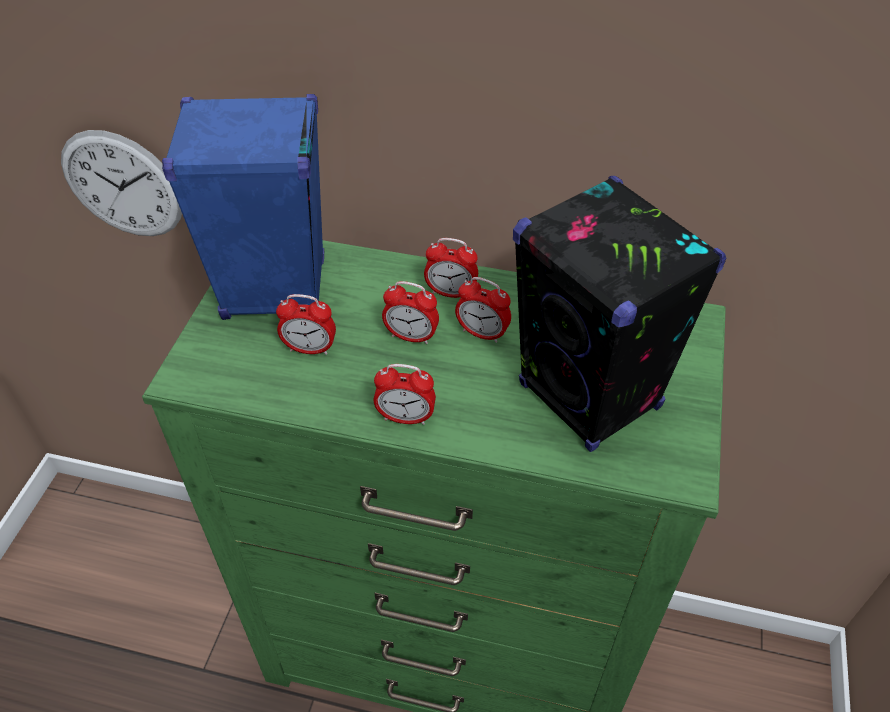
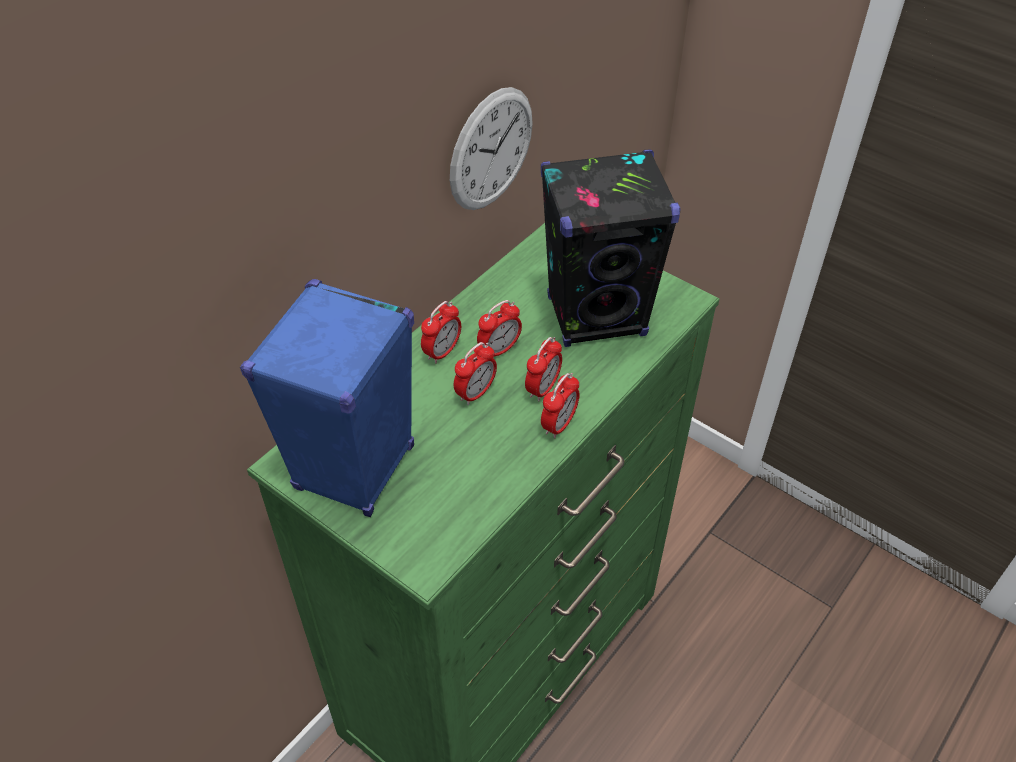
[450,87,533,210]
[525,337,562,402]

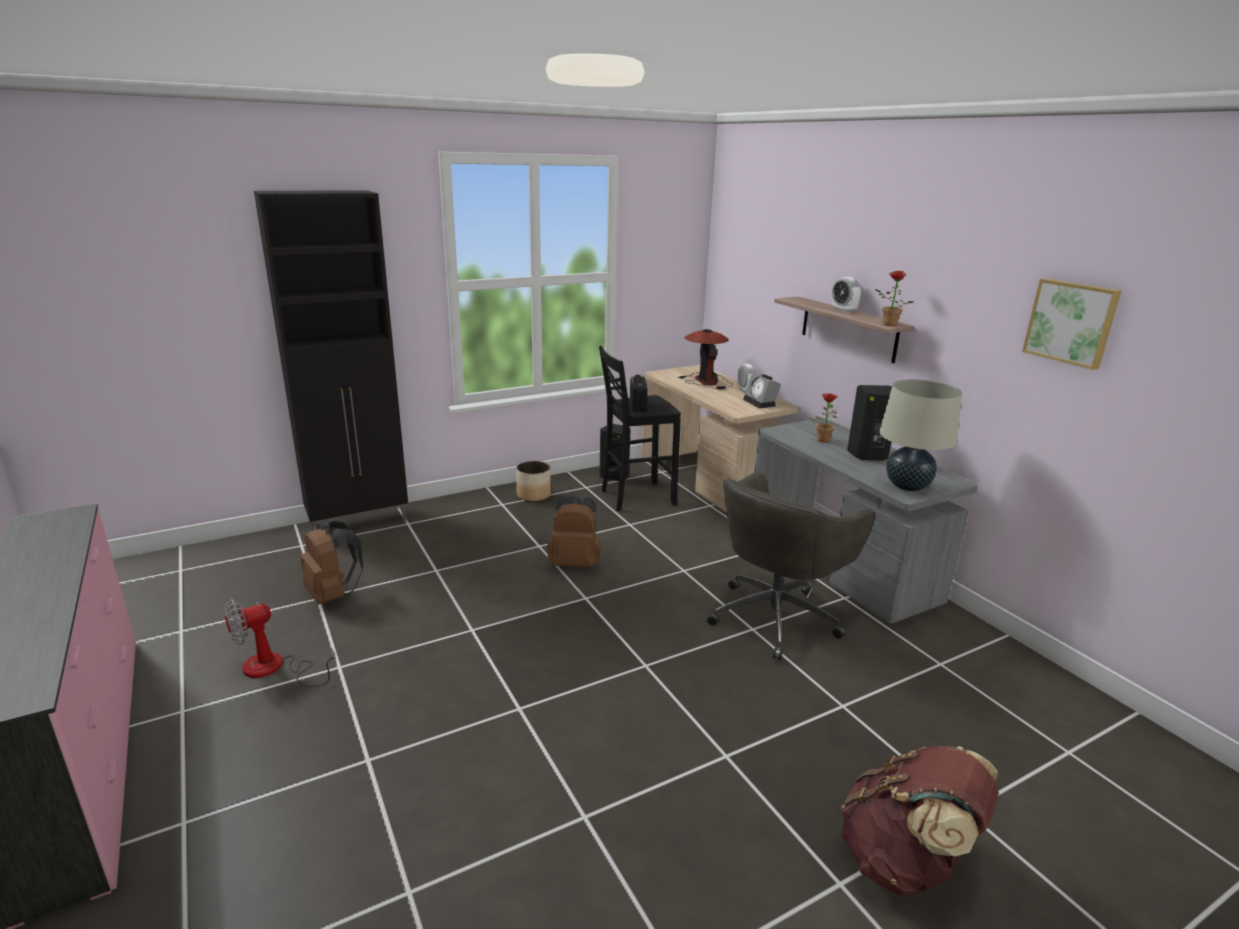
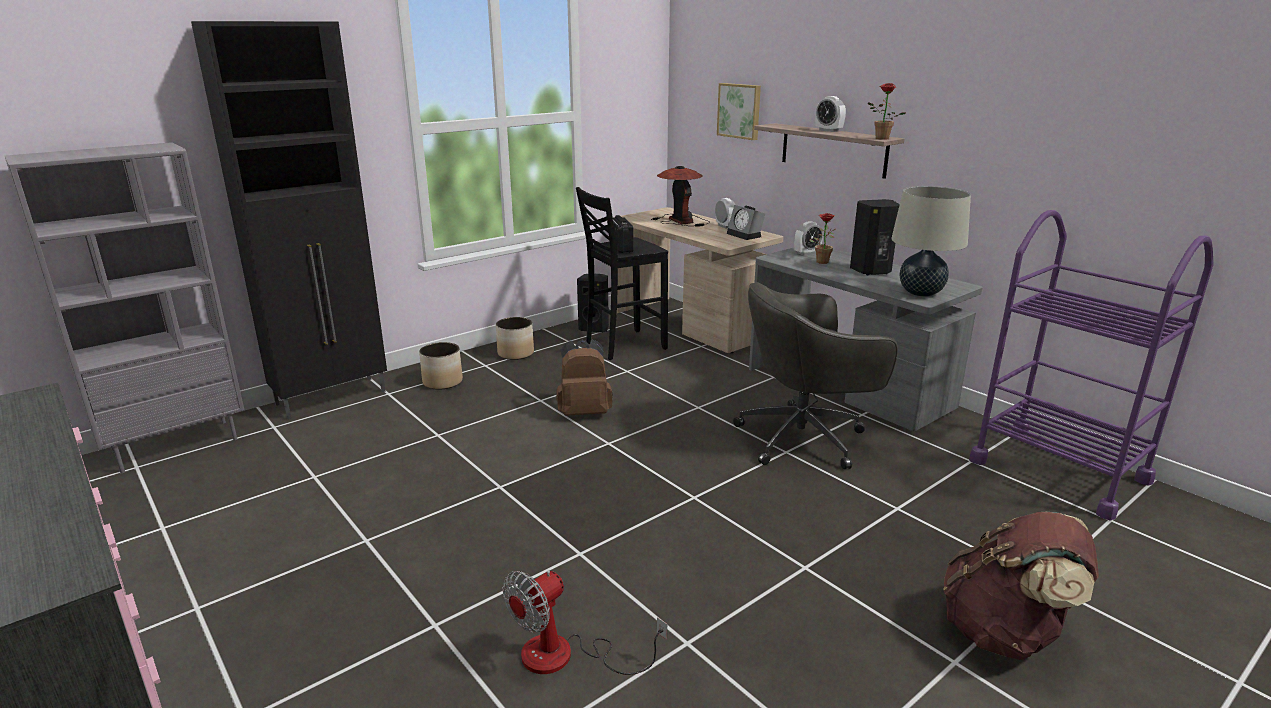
[502,570,667,675]
[300,520,363,604] (first image)
[733,282,898,469]
[717,83,761,140]
[5,142,244,473]
[419,342,463,390]
[794,221,823,256]
[969,210,1214,520]

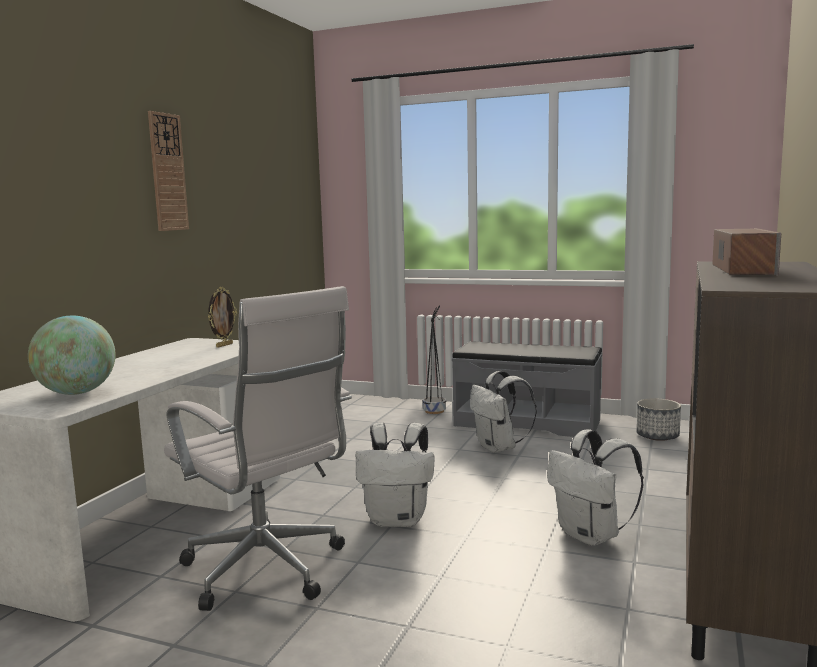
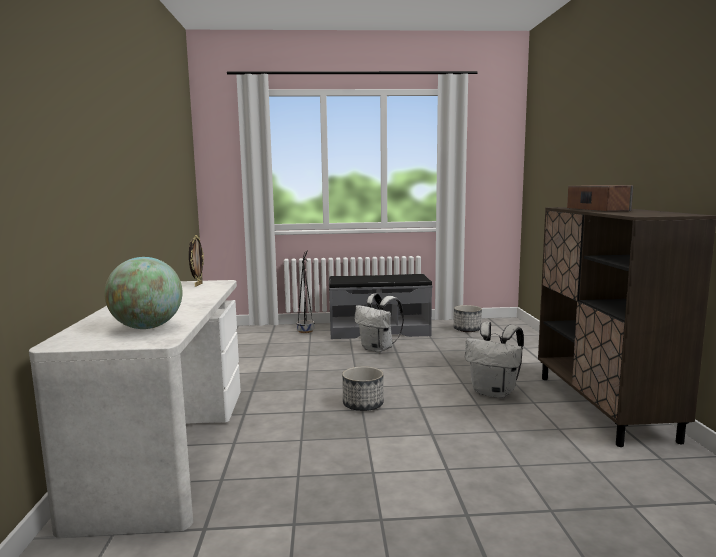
[148,111,189,231] (first image)
[164,286,352,611] (first image)
[342,366,384,411]

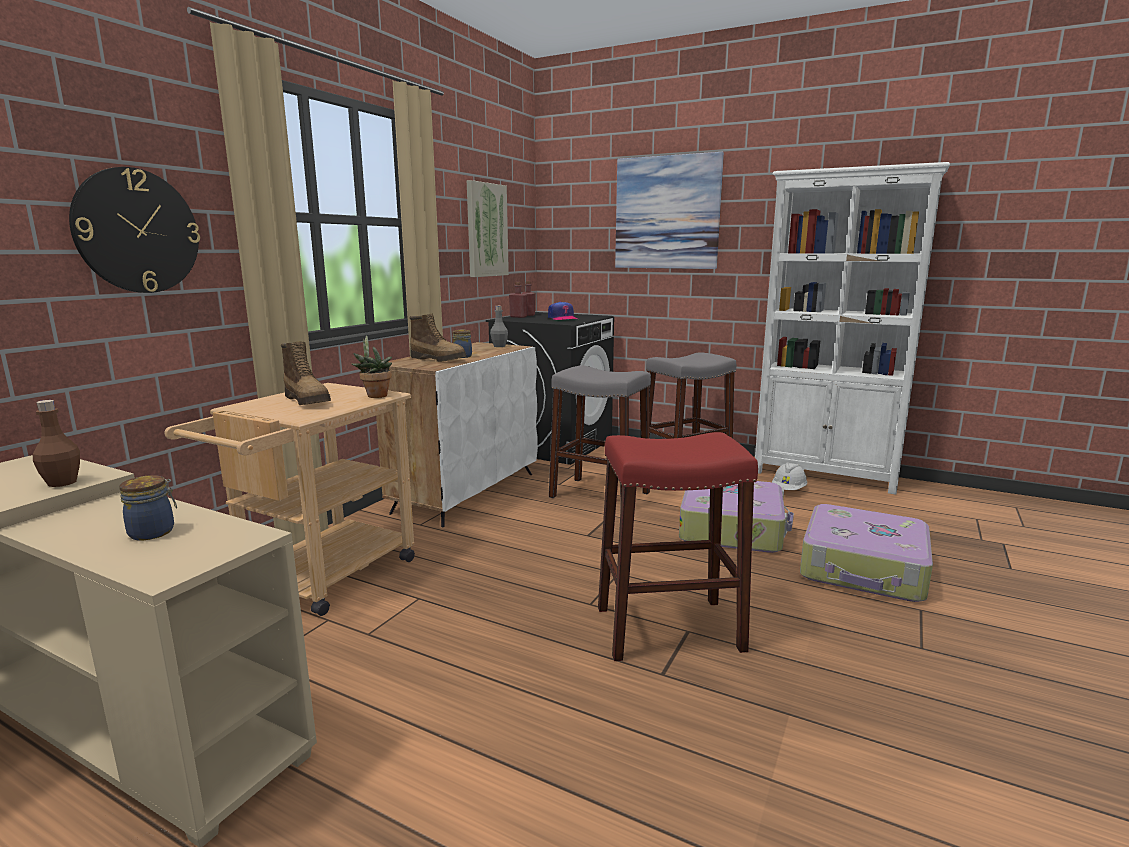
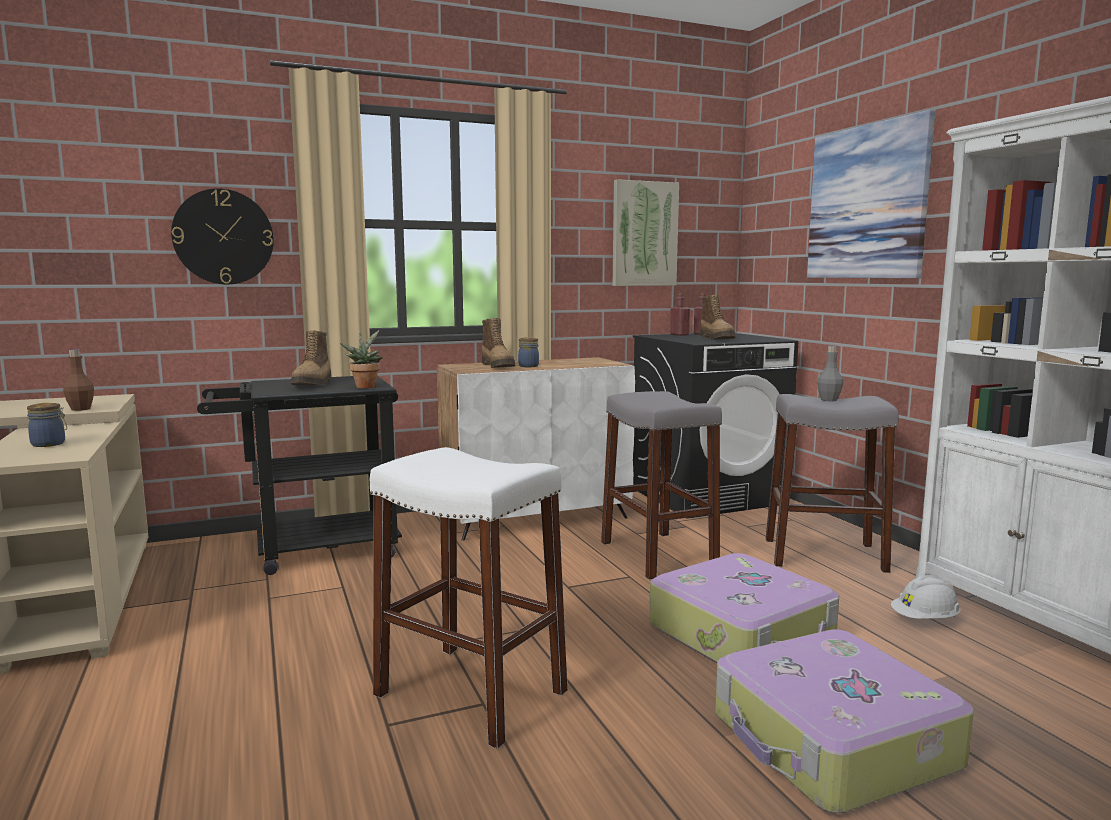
[197,376,402,575]
[817,346,843,401]
[700,295,735,340]
[370,447,568,749]

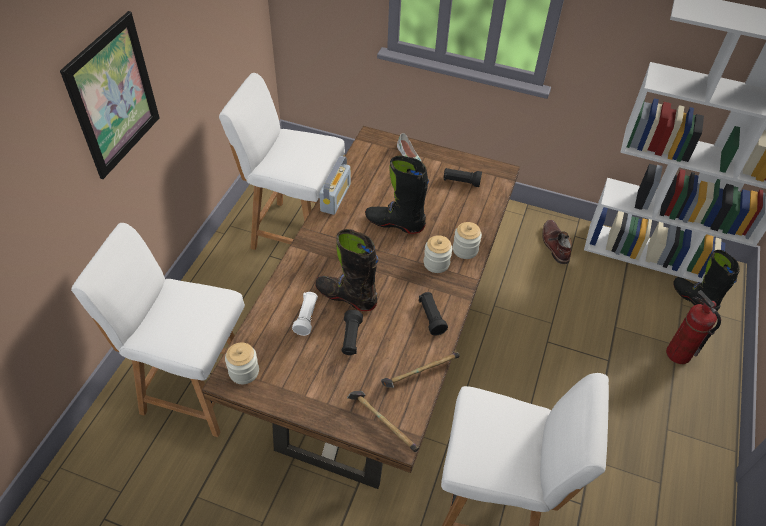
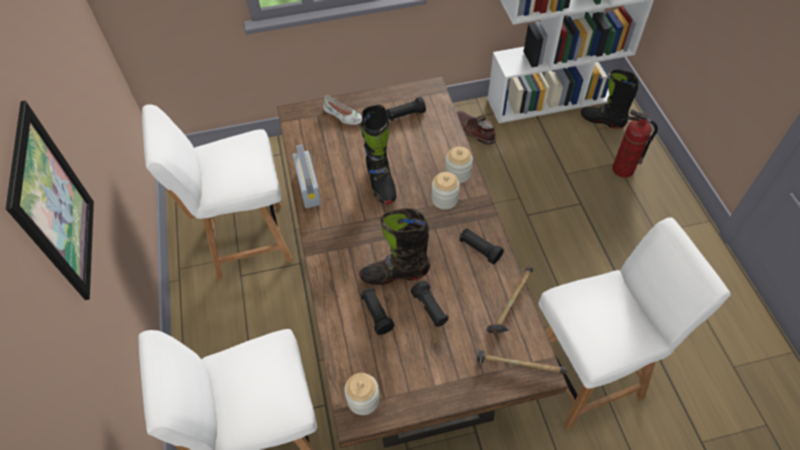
[360,288,394,335]
[361,105,396,204]

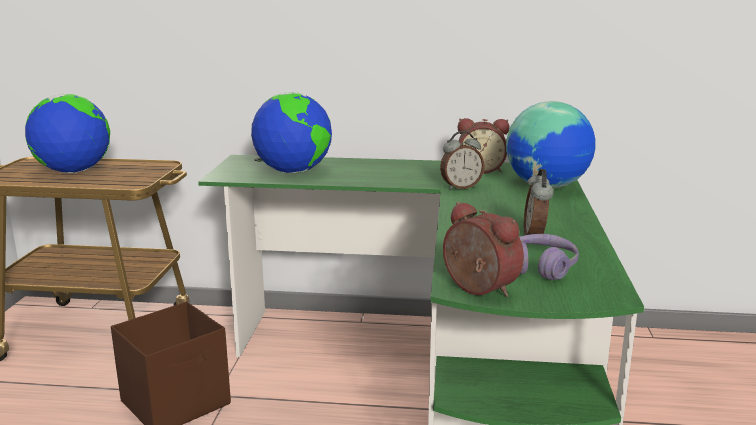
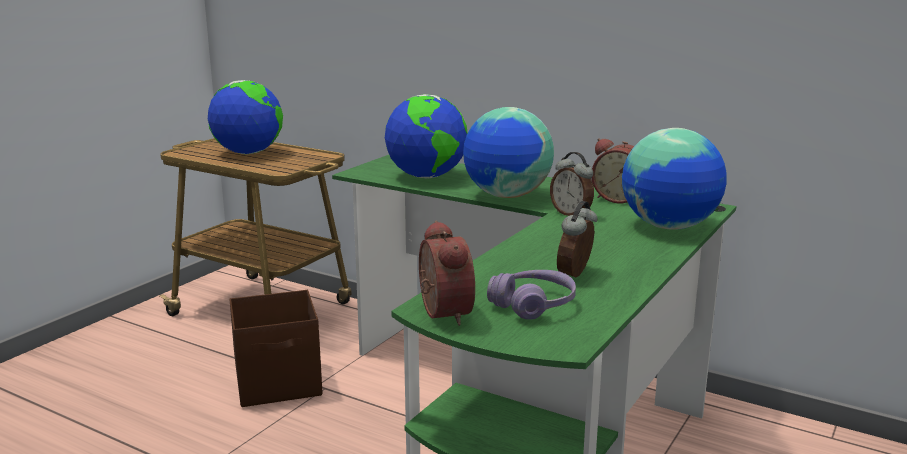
[550,152,594,216]
[463,107,554,198]

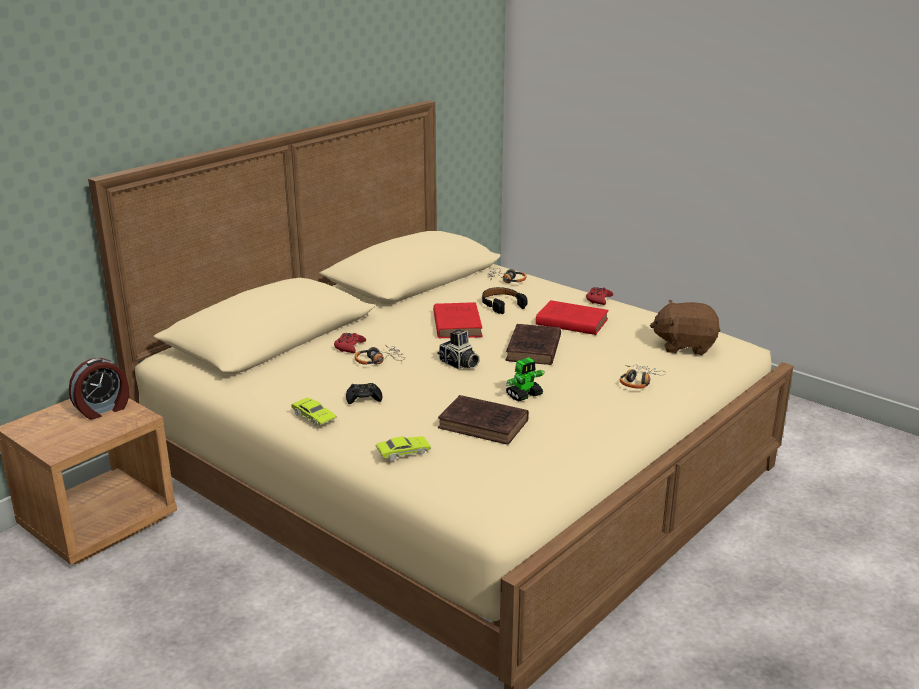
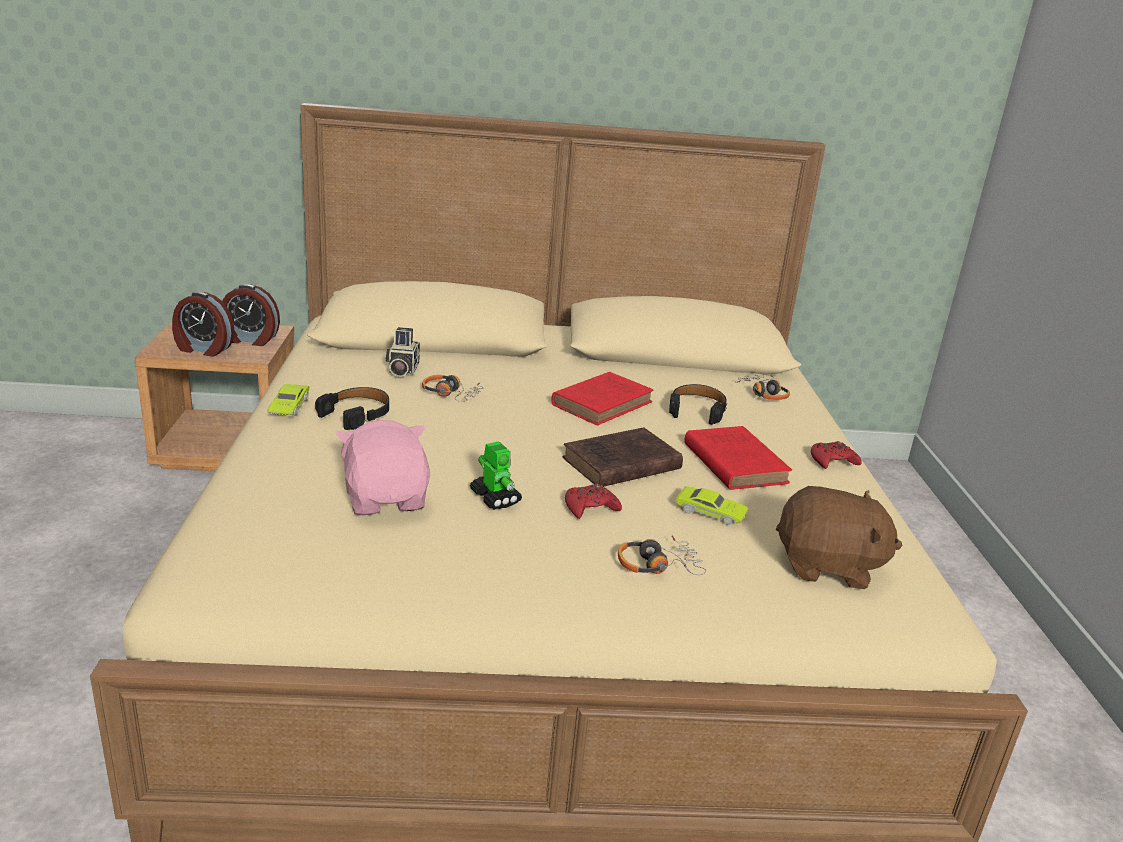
[565,484,622,519]
[315,387,389,430]
[675,486,749,525]
[386,327,420,377]
[336,420,430,515]
[470,441,522,510]
[776,486,902,589]
[172,292,235,357]

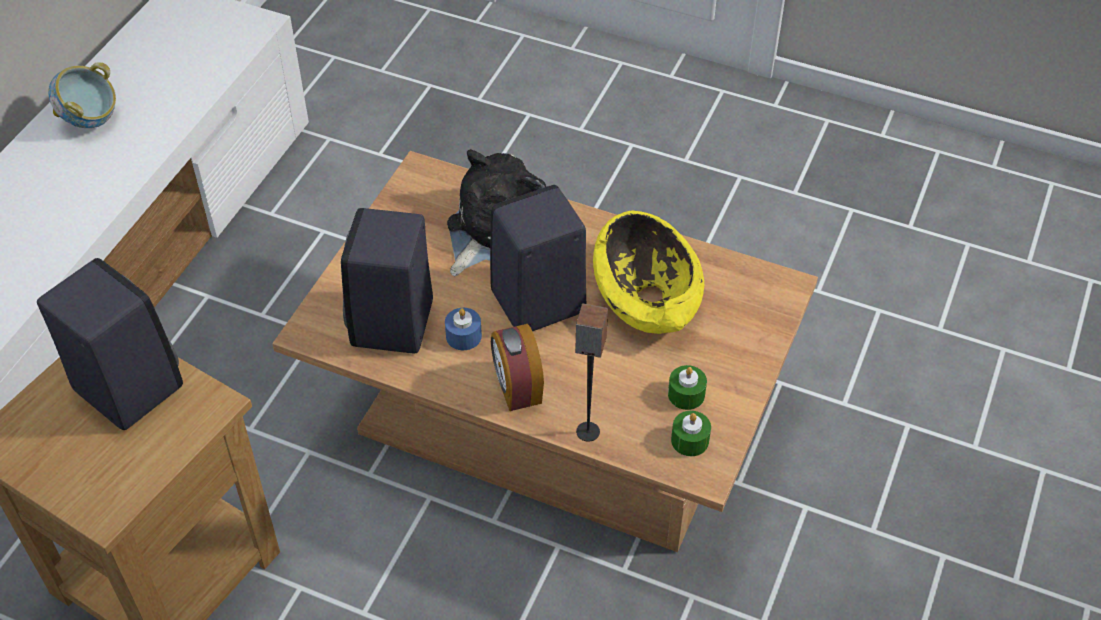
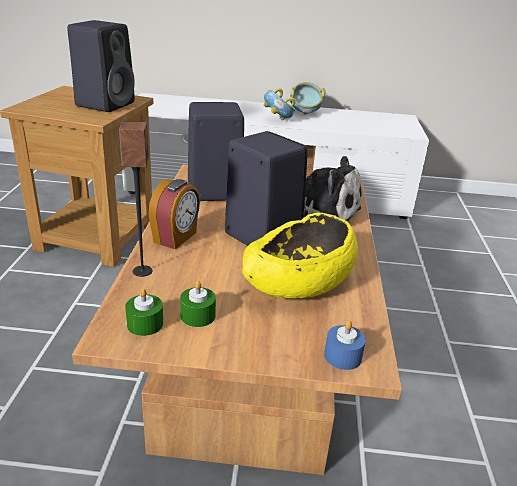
[324,320,366,370]
[148,179,200,249]
[264,88,295,120]

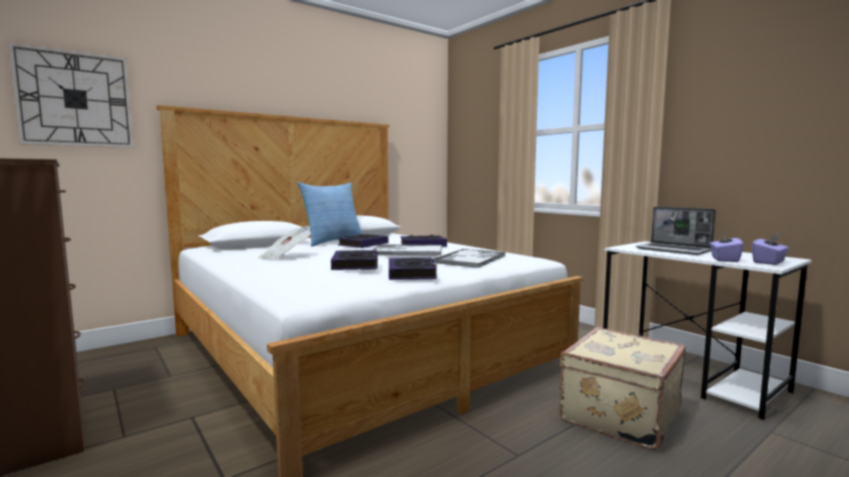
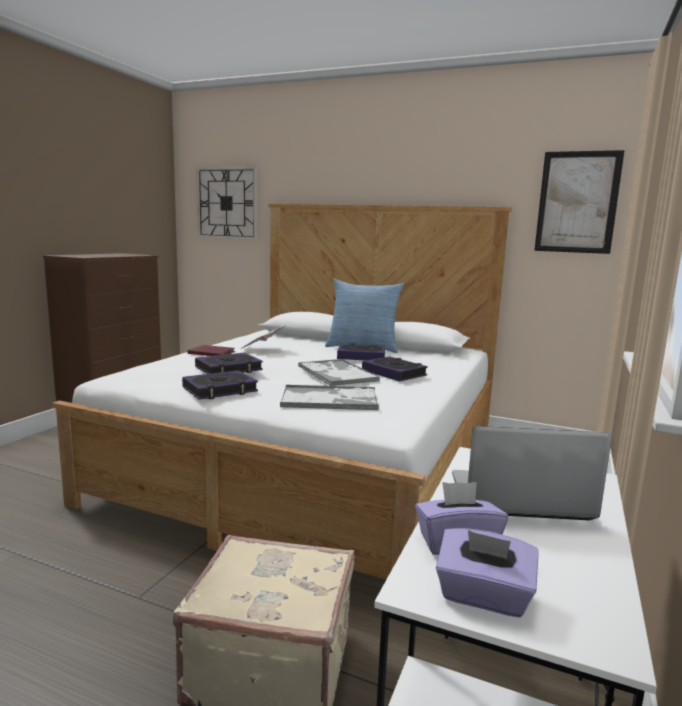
[452,426,612,520]
[187,345,235,356]
[534,150,625,254]

